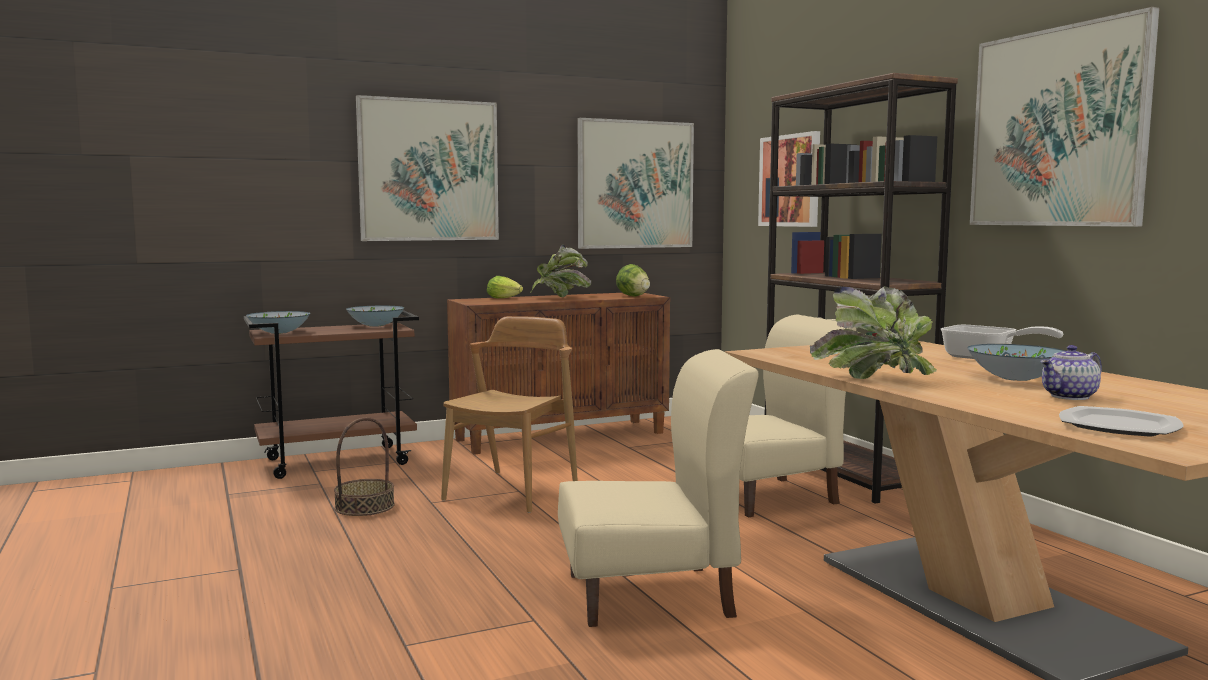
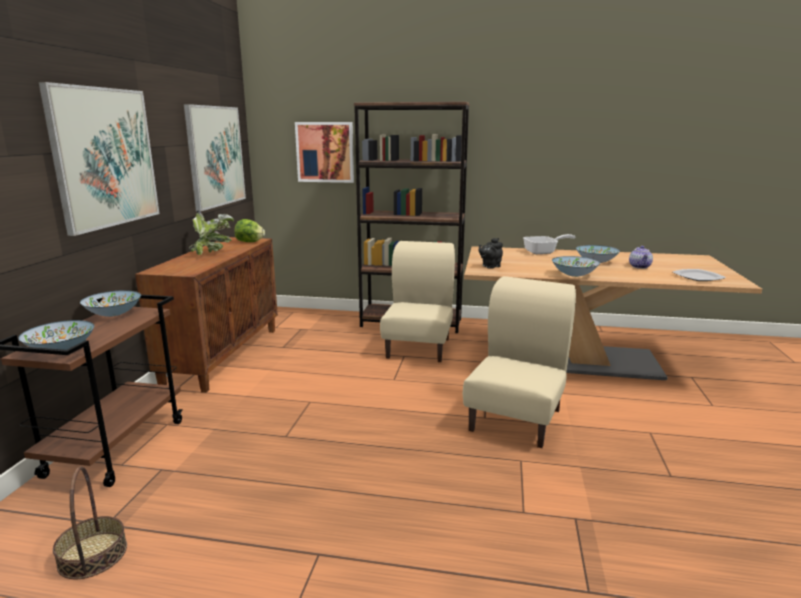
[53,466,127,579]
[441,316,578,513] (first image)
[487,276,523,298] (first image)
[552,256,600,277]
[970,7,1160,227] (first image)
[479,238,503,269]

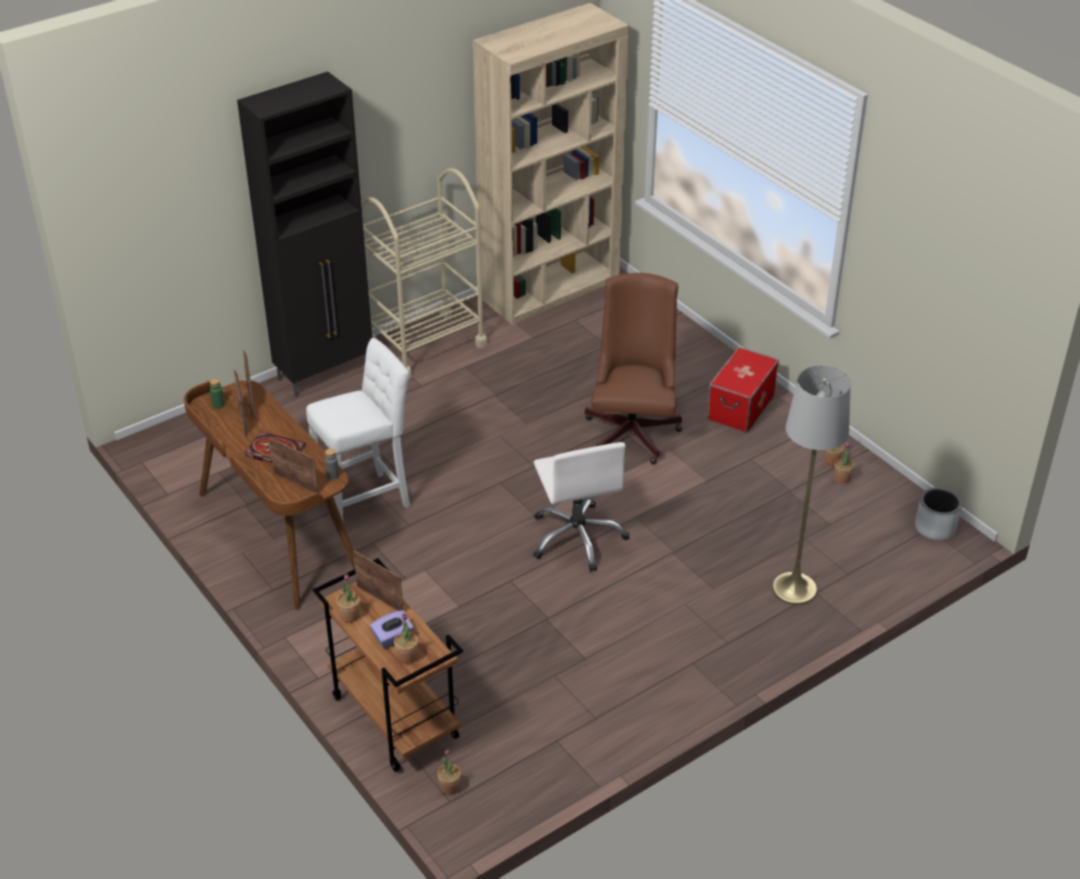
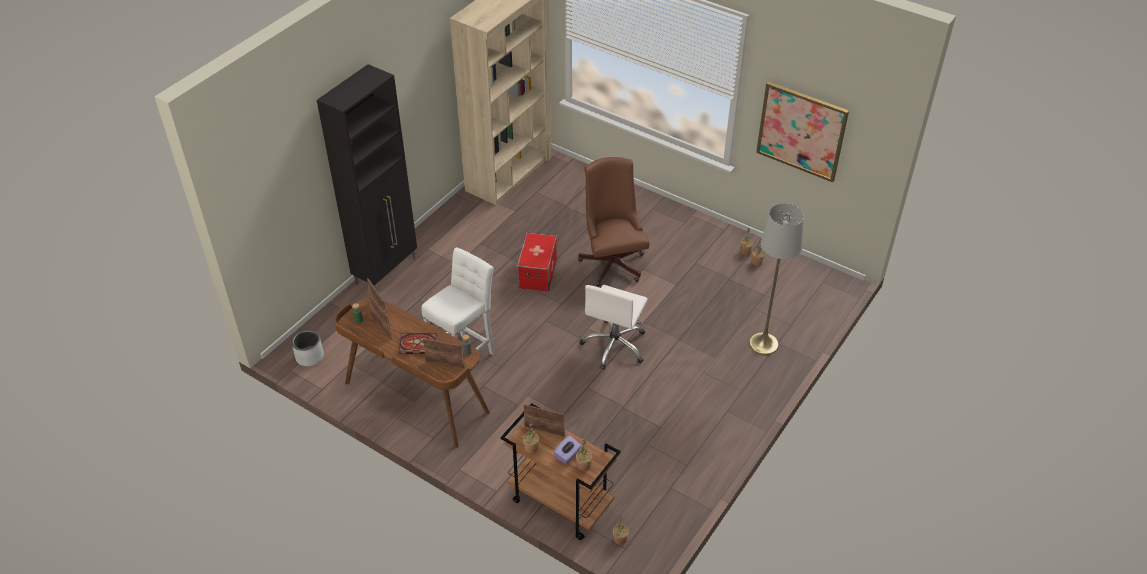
[361,168,488,379] (first image)
[580,285,648,370]
[517,232,557,292]
[291,330,324,366]
[756,81,849,182]

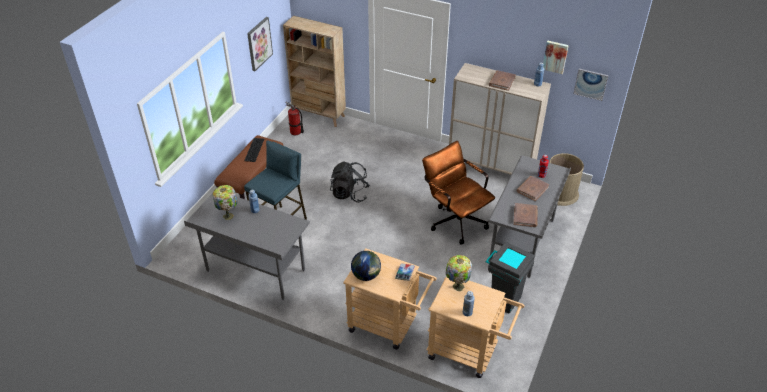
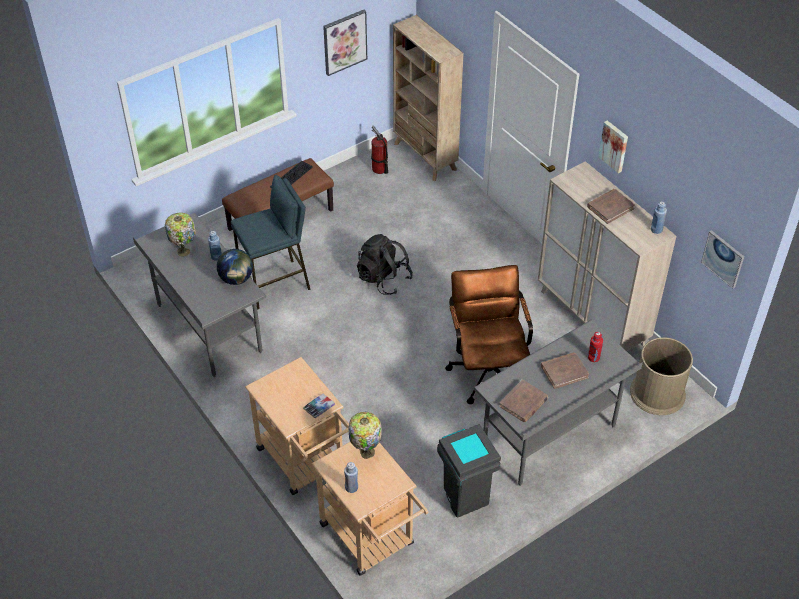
[217,249,253,285]
[598,121,628,173]

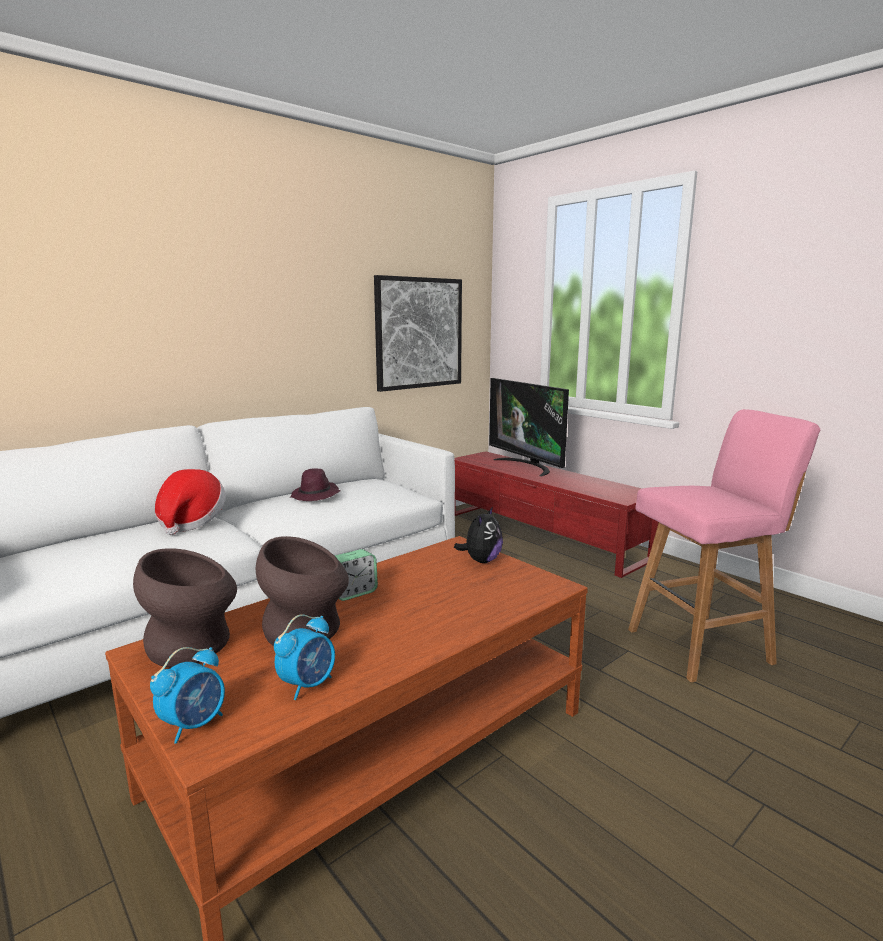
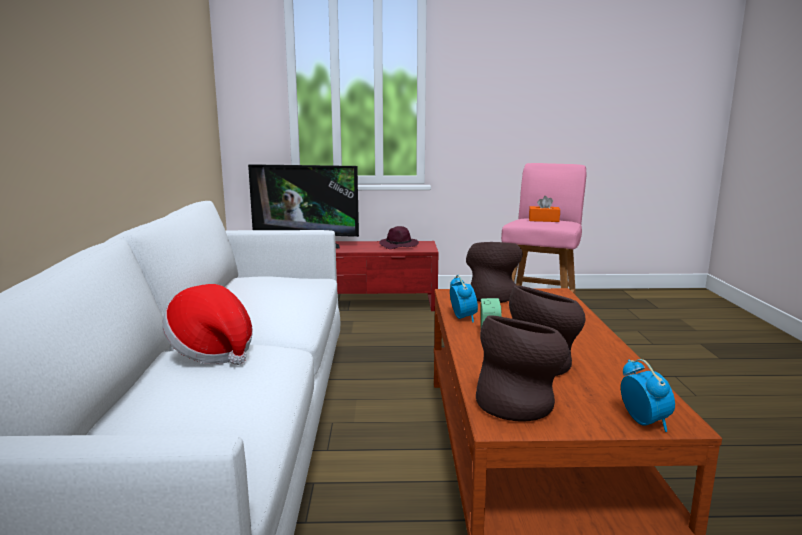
[450,275,478,323]
[379,226,419,249]
[374,275,462,392] (first image)
[466,242,523,303]
[529,196,560,222]

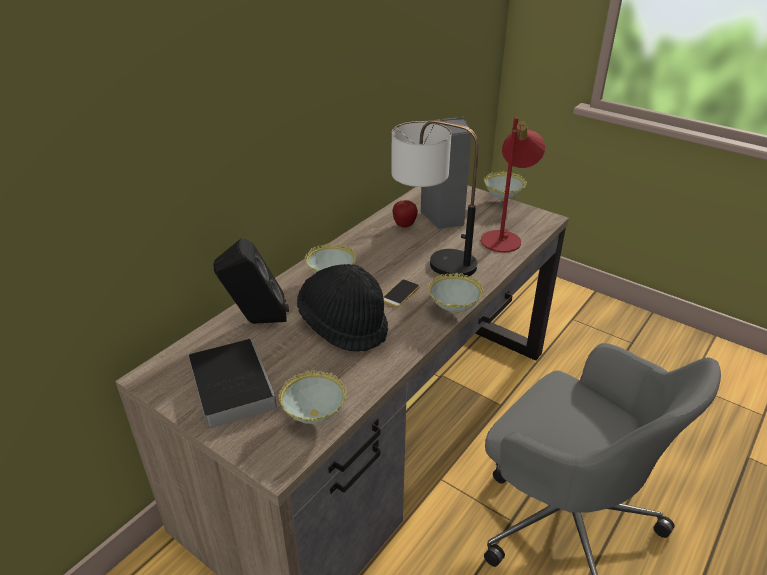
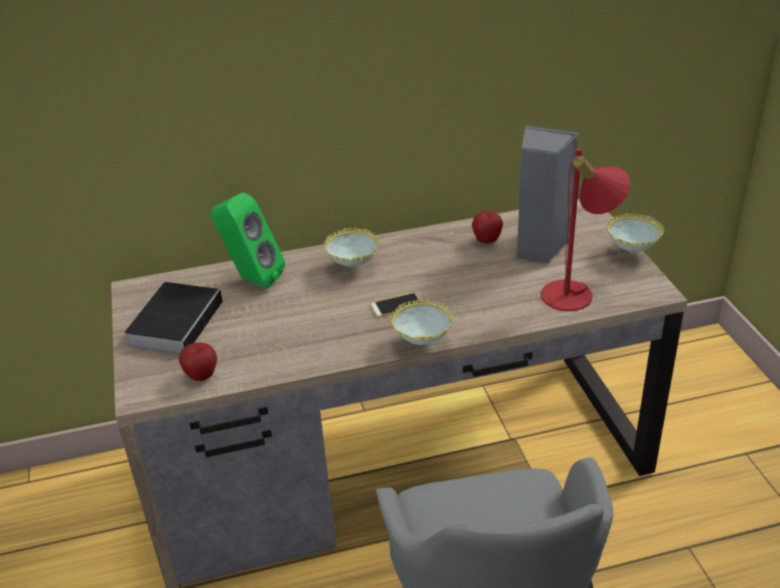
[211,193,285,288]
[179,343,217,381]
[297,264,388,352] (first image)
[391,120,479,277] (first image)

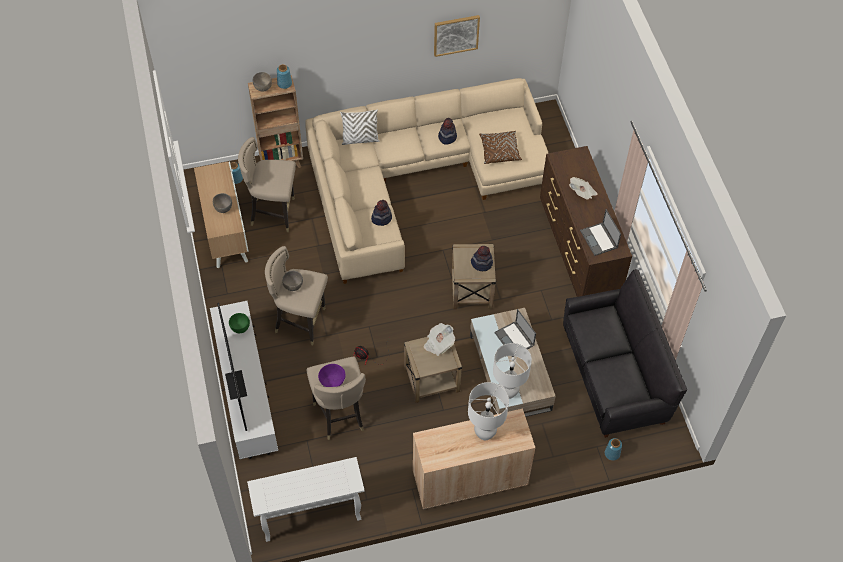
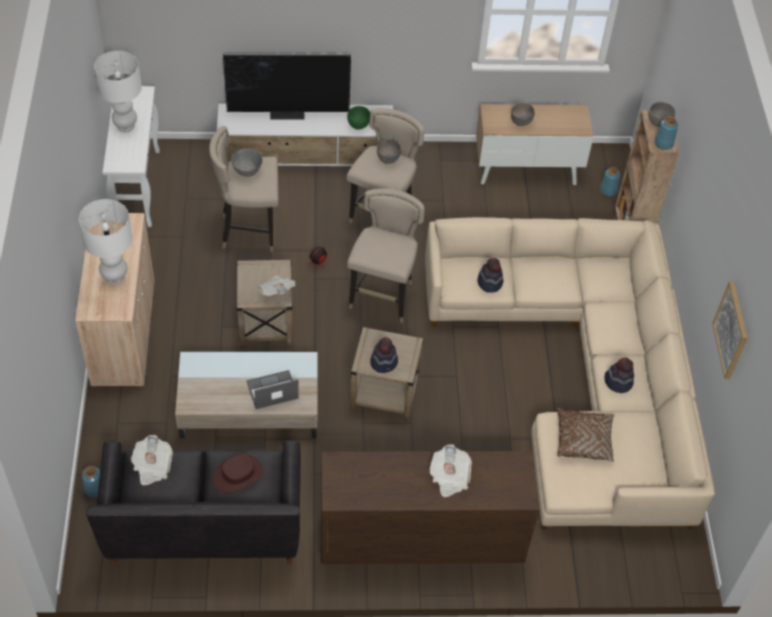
[347,188,425,323]
[231,148,263,177]
[340,110,379,145] (first image)
[94,51,142,132]
[580,209,621,256] (first image)
[131,435,173,485]
[213,454,263,494]

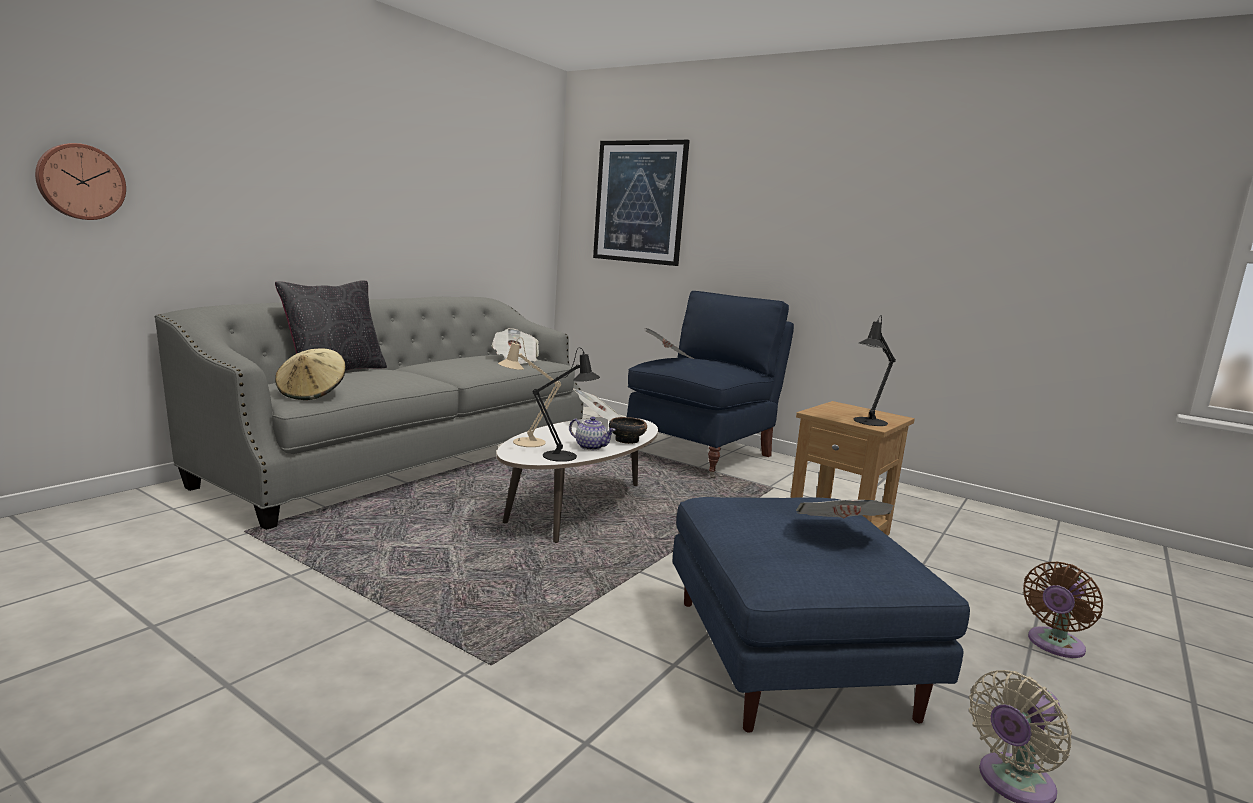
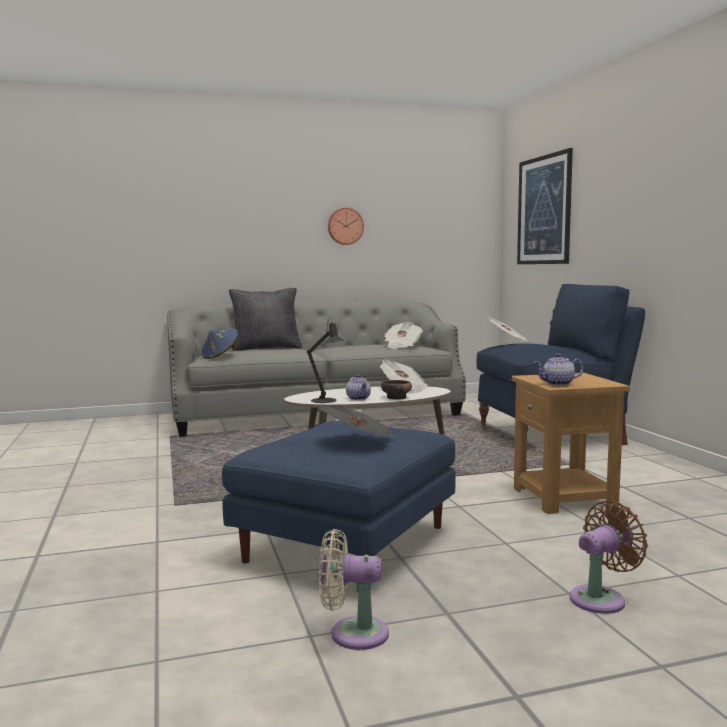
[328,207,364,245]
[201,328,238,359]
[498,337,561,447] (first image)
[533,353,584,386]
[570,500,648,614]

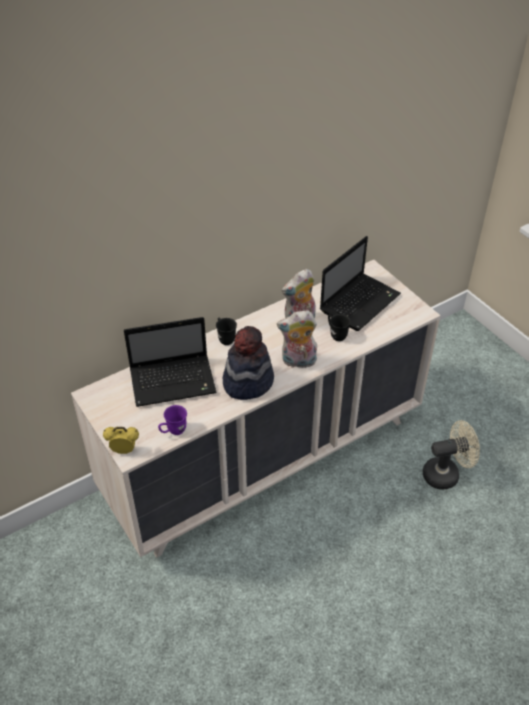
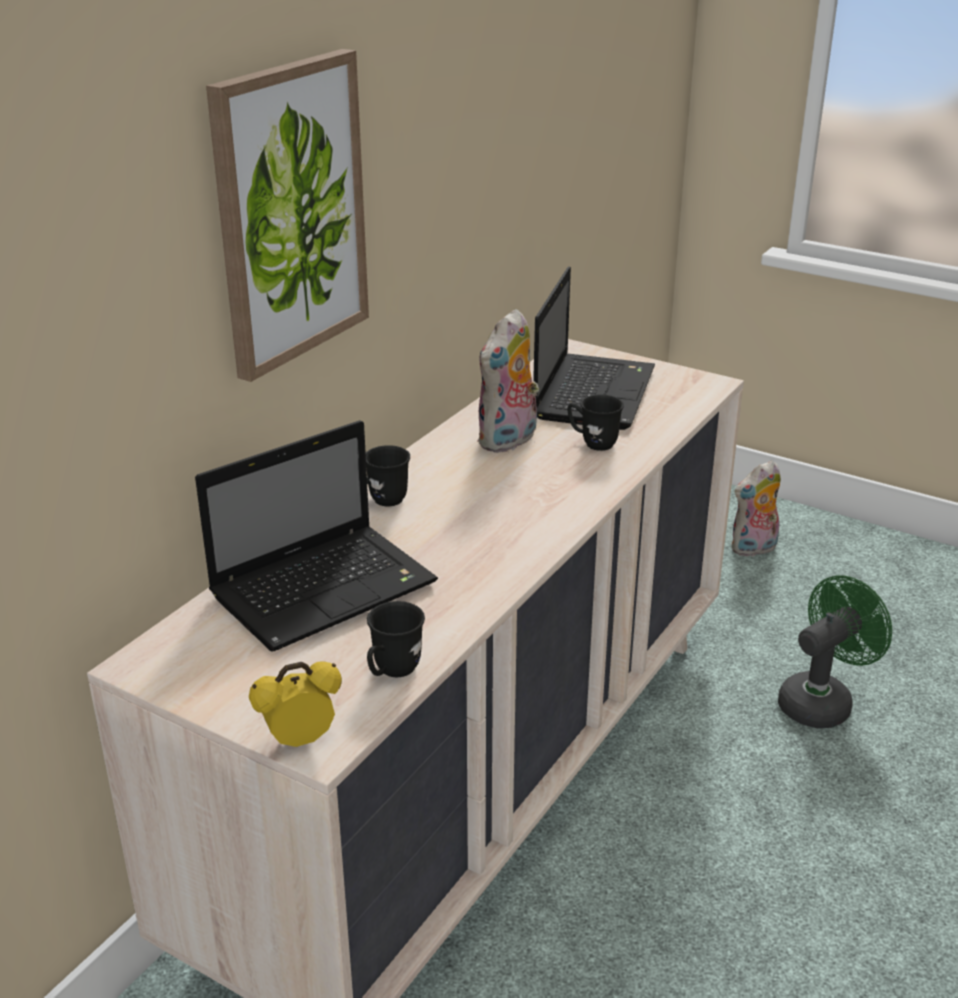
[367,601,425,677]
[223,326,274,400] (first image)
[731,460,781,557]
[778,575,892,729]
[206,49,369,382]

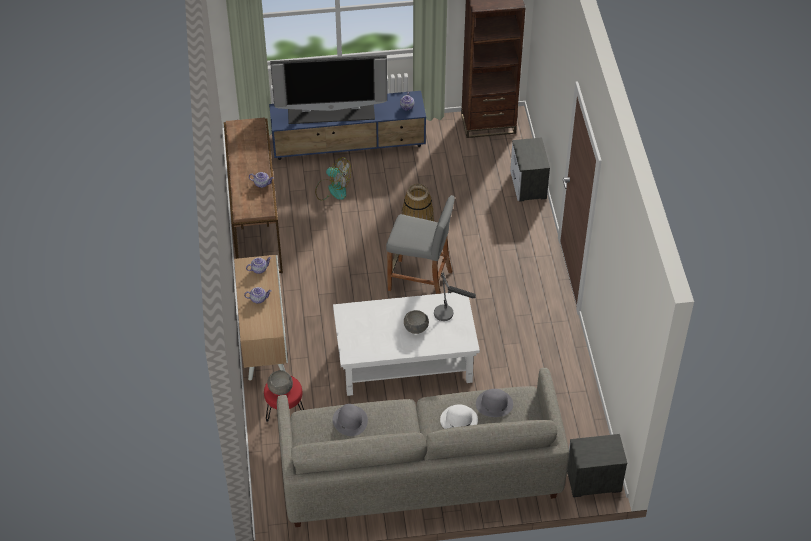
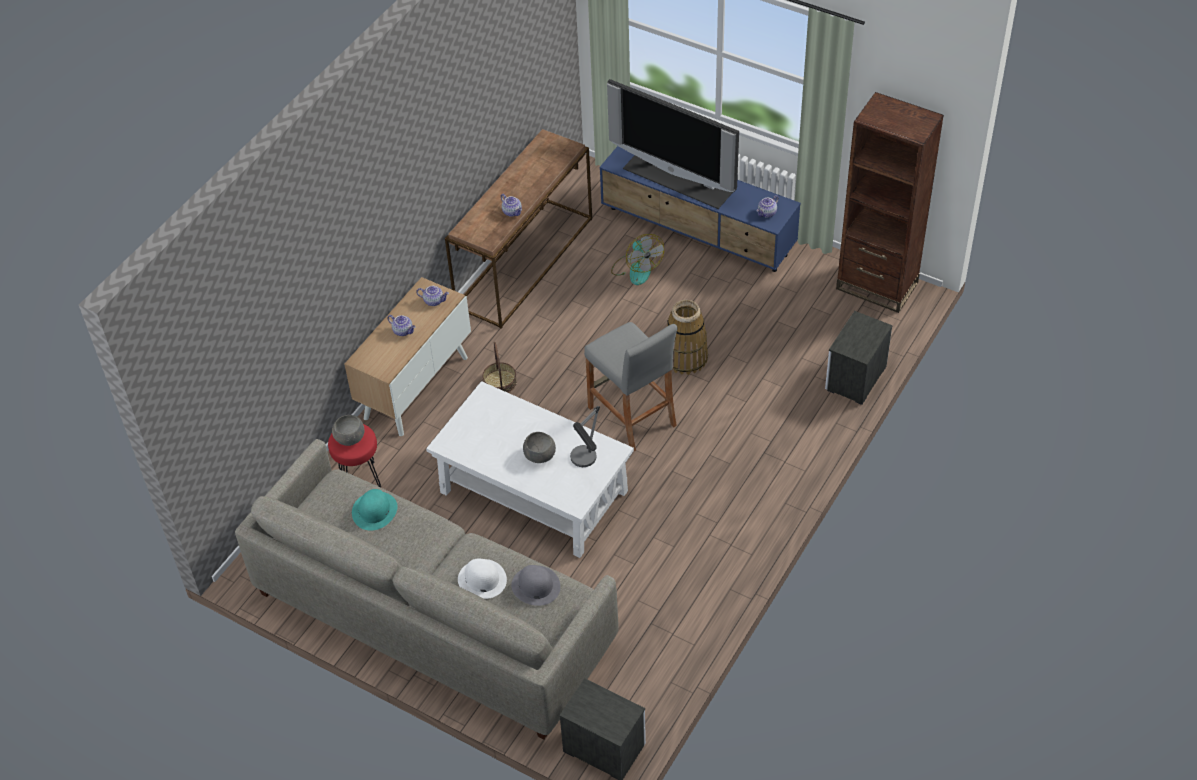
[352,489,397,531]
[482,342,517,393]

